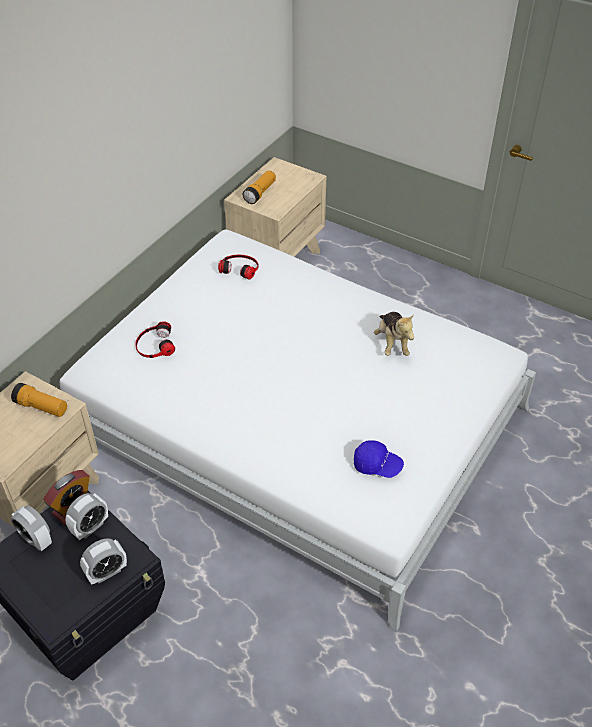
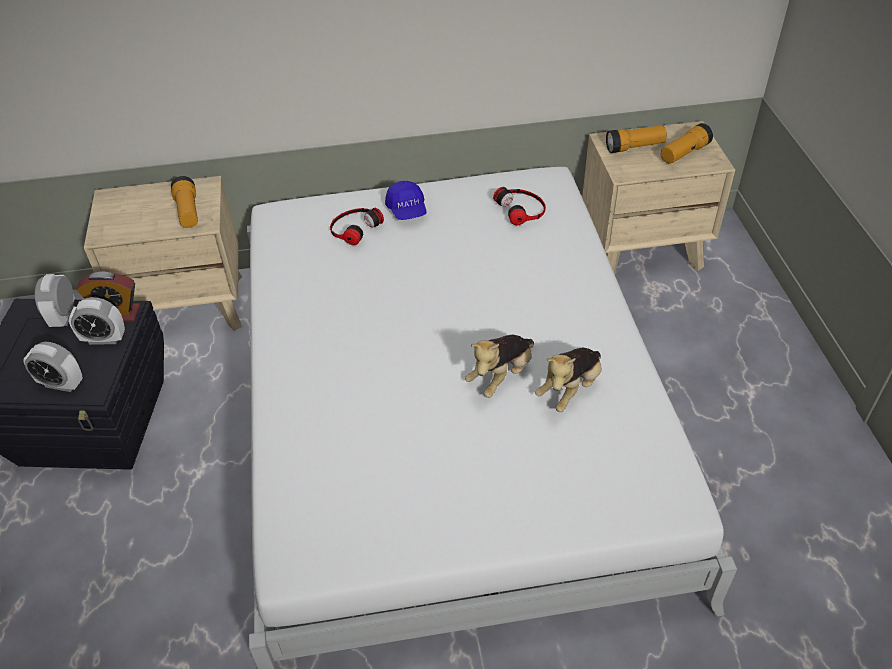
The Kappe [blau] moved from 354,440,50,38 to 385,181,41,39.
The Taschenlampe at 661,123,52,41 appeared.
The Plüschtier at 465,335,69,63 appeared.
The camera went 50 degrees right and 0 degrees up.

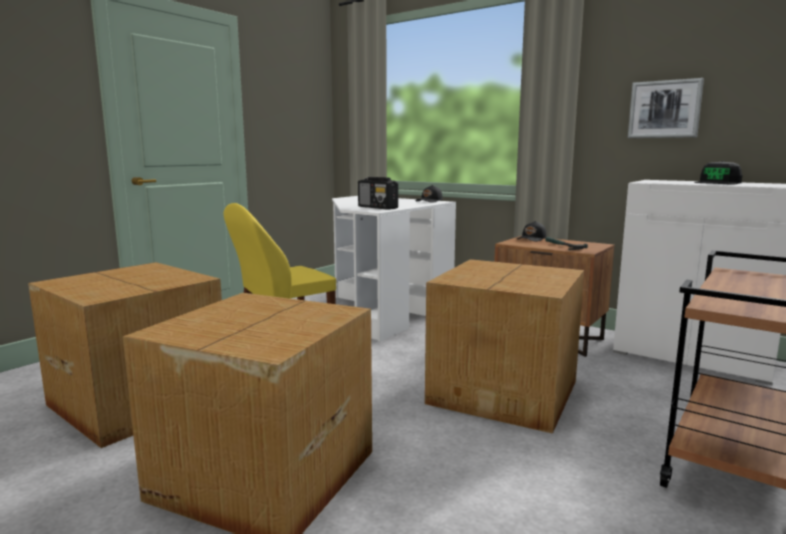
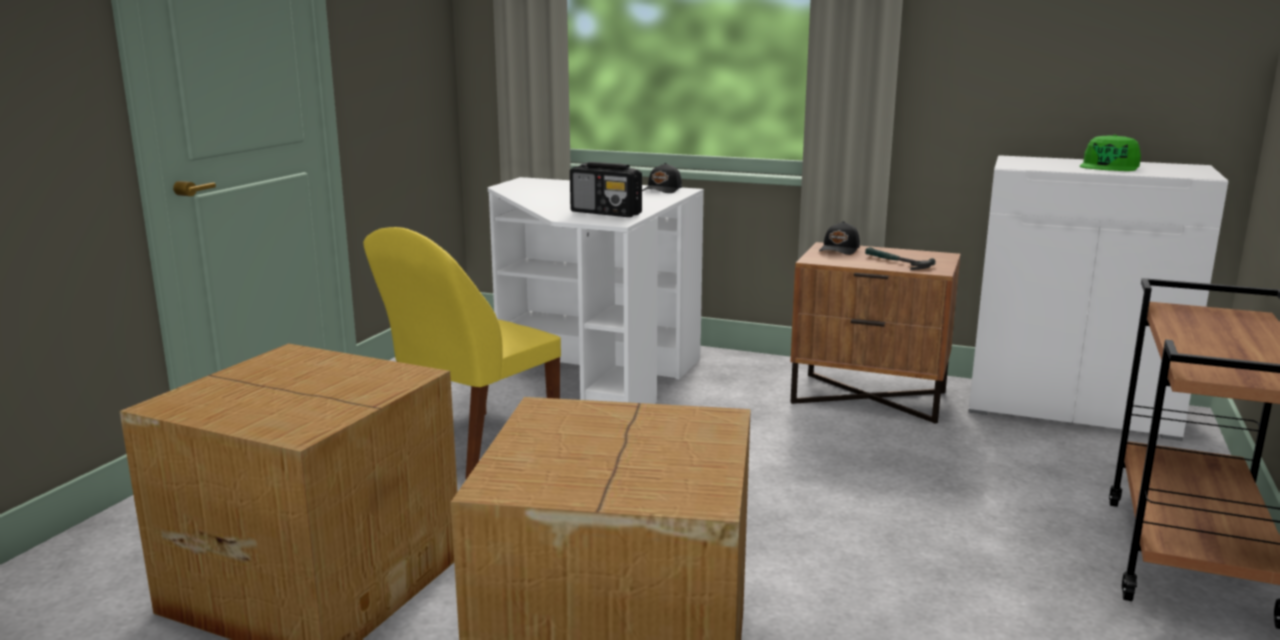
The Bild at 628,78,76,60 disappeared.
The Kappe [schwarz] at 695,161,47,24 became the Kappe [grün] at 1080,135,61,36.
The Karton at 425,259,159,175 disappeared.
The camera went 15 degrees left and 5 degrees up.

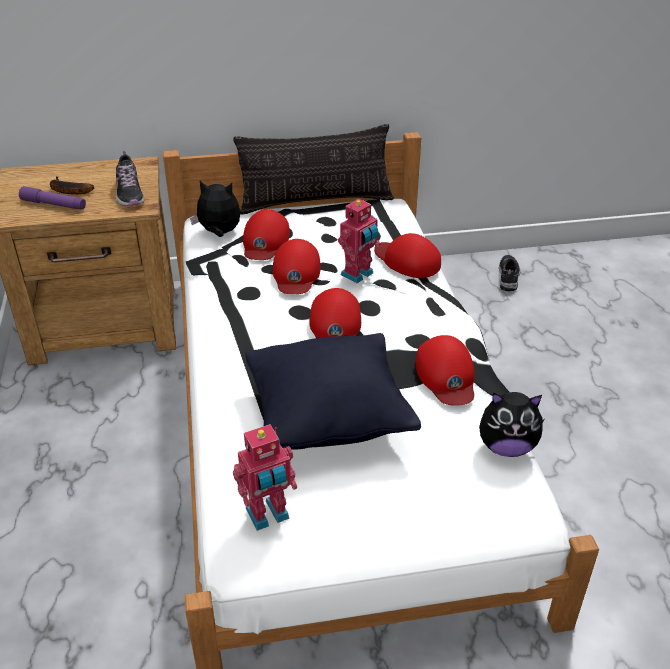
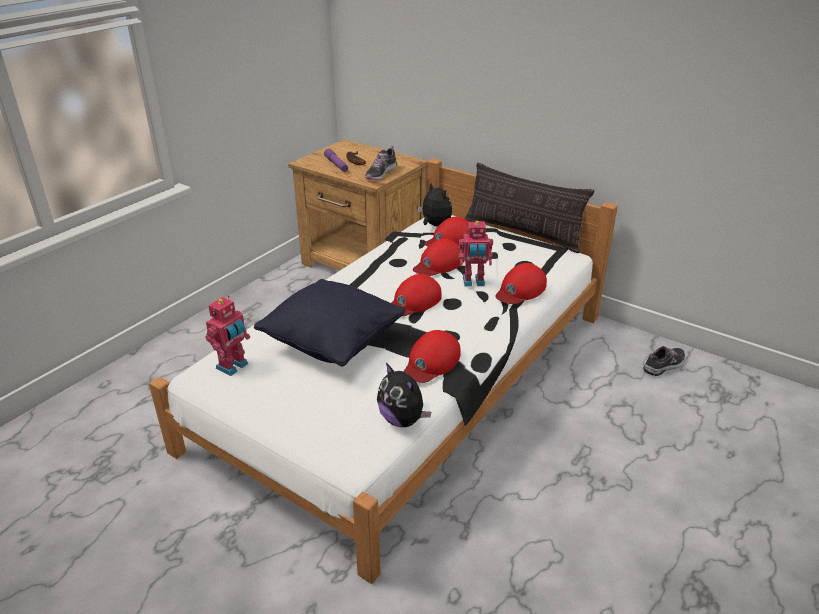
The Kappe [rot] at 374,233,67,45 turned 135 degrees counterclockwise.
The Spielzeugroboter at 233,424,64,107 turned 75 degrees counterclockwise.
The camera went 45 degrees right and 5 degrees down.

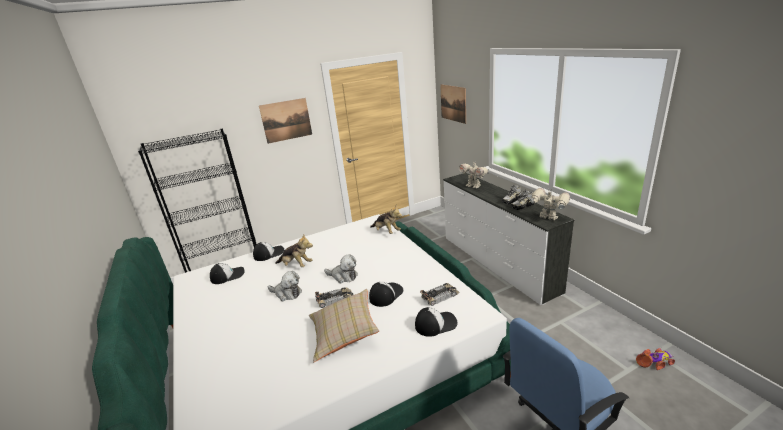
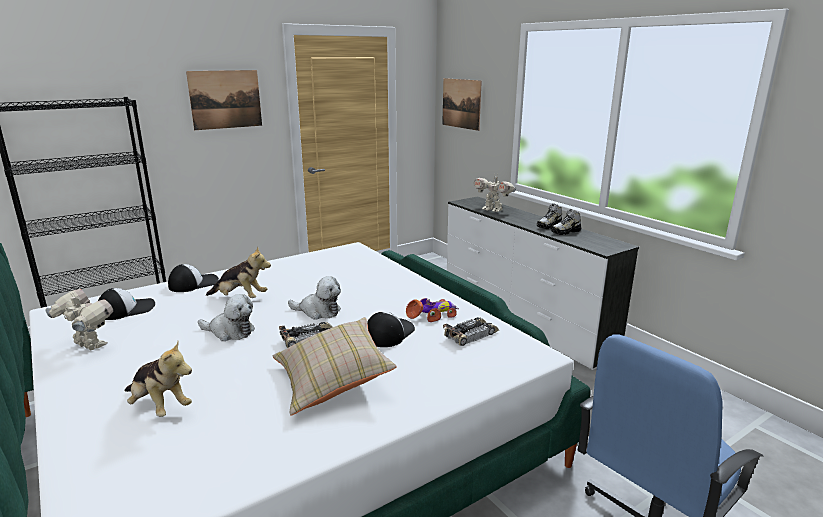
The Spielzeugroboter moved from 529,188,41,32 to 46,289,67,62.
The Plüschtier moved from 370,206,32,28 to 124,341,68,76.
The Kappe at 415,307,43,30 disappeared.
The Spielzeugauto moved from 636,348,39,22 to 406,298,53,24.
The camera went 10 degrees left and 5 degrees down.

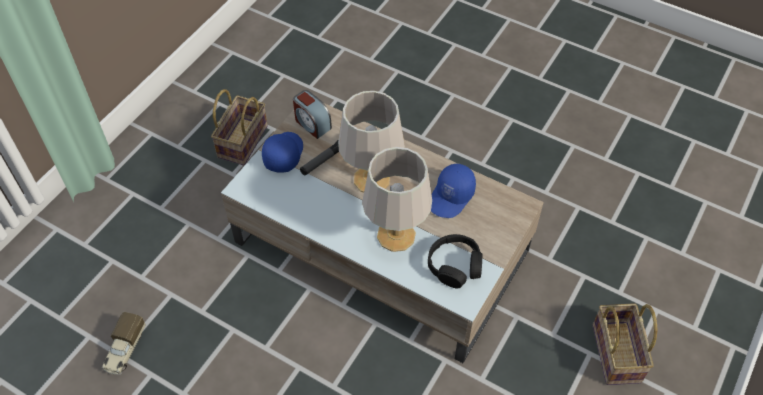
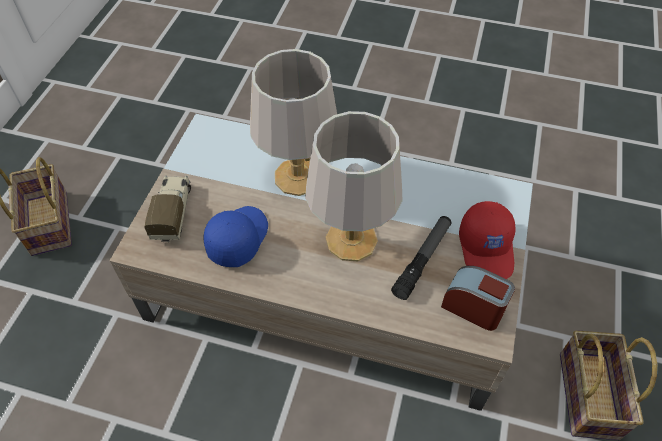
The Kappe [blau] at 262,132,41,41 became the Kappe [rot] at 459,201,57,78.
The Kopfhörer [schwarz] at 428,234,54,54 disappeared.
The Spielzeuglaster moved from 102,312,44,63 to 144,175,47,68.
The camera went 165 degrees right and 0 degrees up.

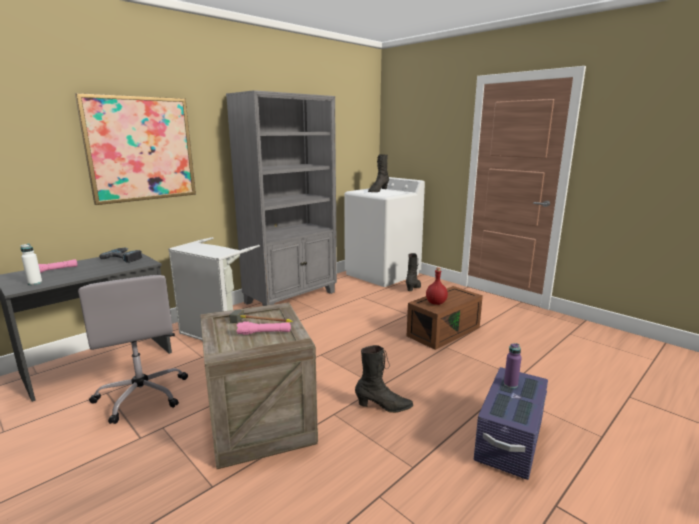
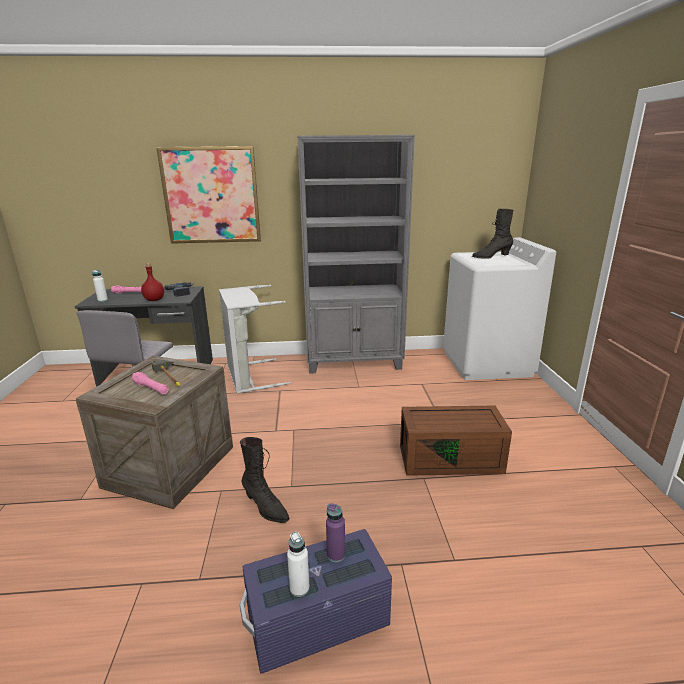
The Stiefel [schwarz] at 406,253,15,38 disappeared.
The Flasche [rot] moved from 426,267,22,38 to 141,263,23,38.
The Flasche [weiß] at 287,532,23,65 appeared.
The camera went 40 degrees right and 5 degrees up.

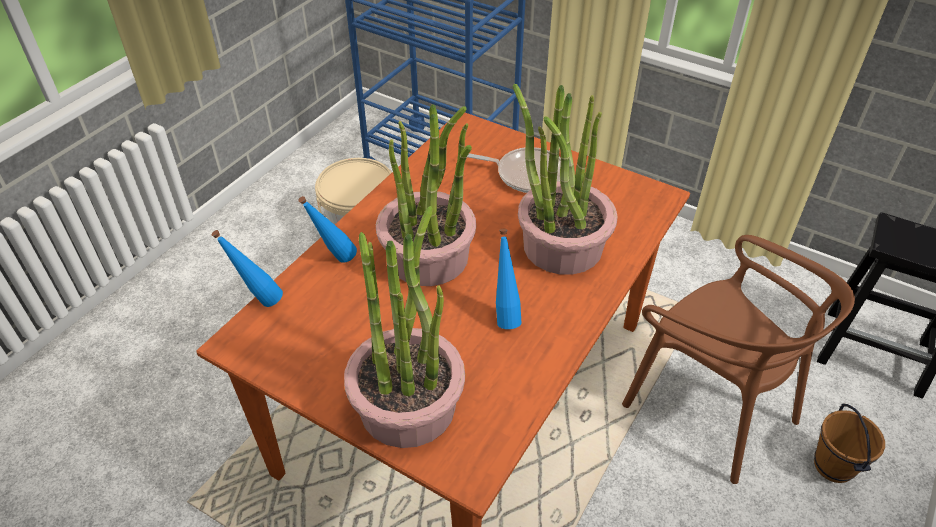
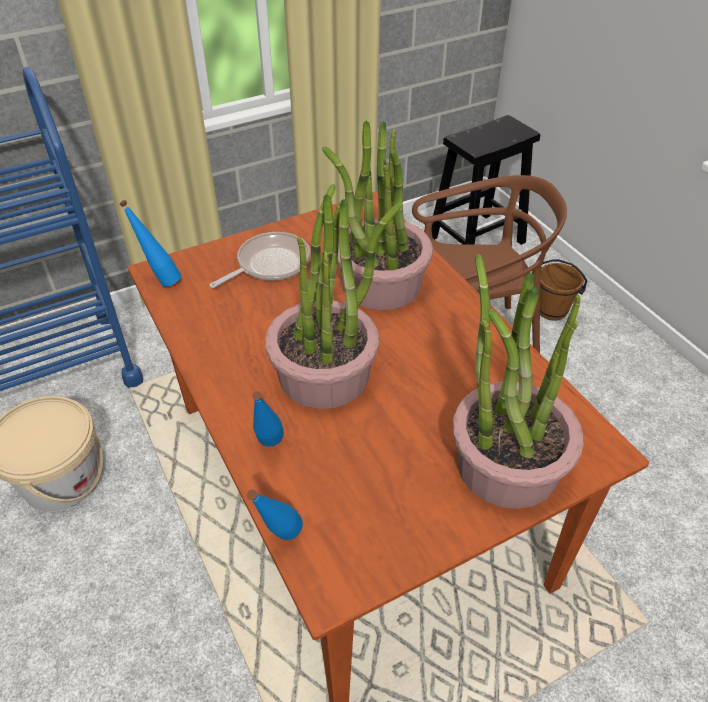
The Flasche [blau] moved from 496,229,26,100 to 119,200,63,87.
The camera went 60 degrees left and 0 degrees up.

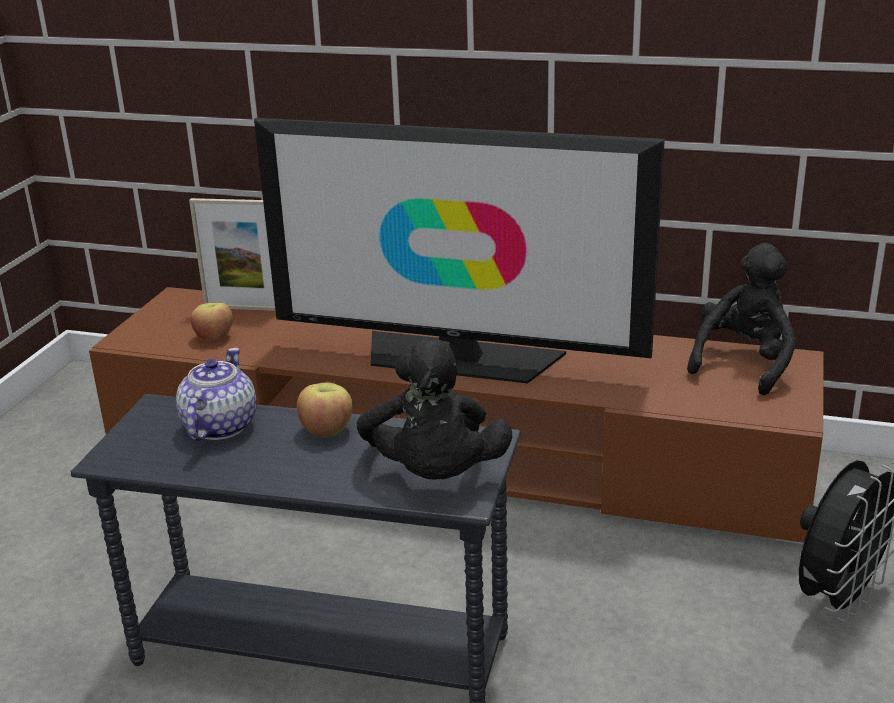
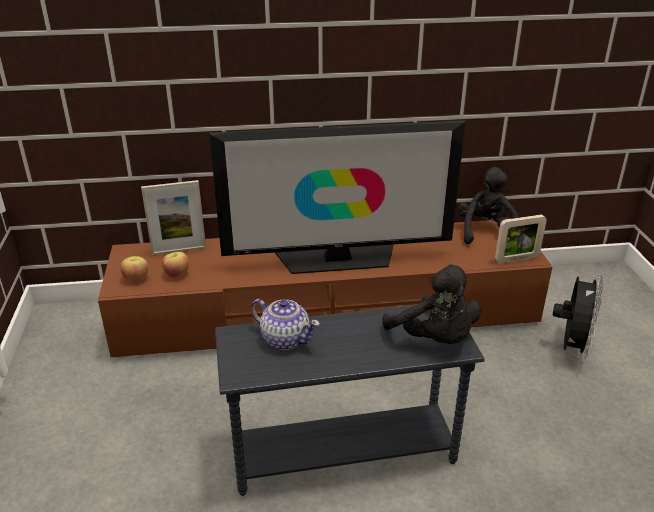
The Teekanne at 176,348,81,93 turned 135 degrees clockwise.
The Apfel moved from 297,383,56,54 to 120,256,29,26.
The Bilderrahmen at 495,215,52,49 appeared.
The camera went 25 degrees left and 5 degrees up.

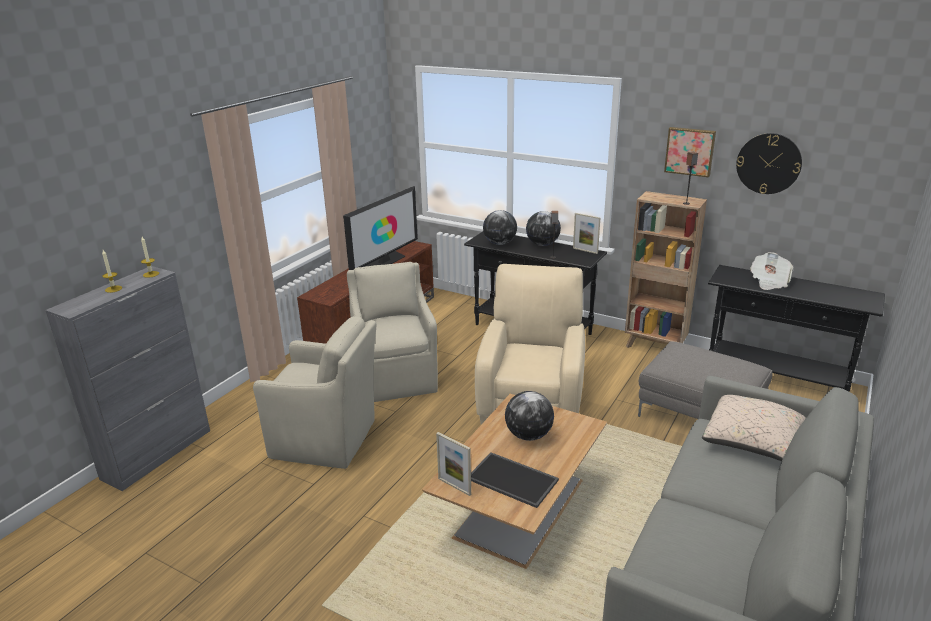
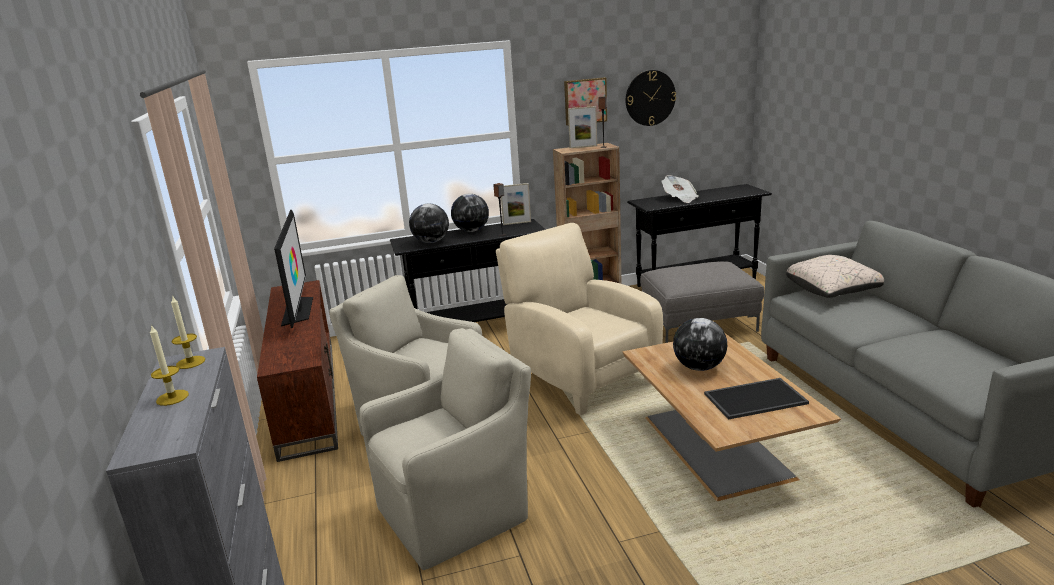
The Bilderrahmen moved from 436,432,35,64 to 568,106,29,42.
The camera went 45 degrees left and 5 degrees down.

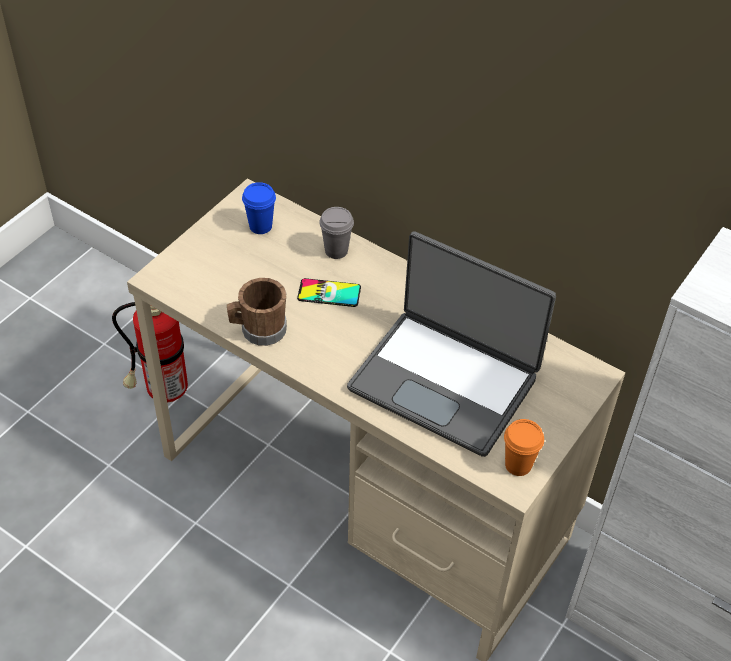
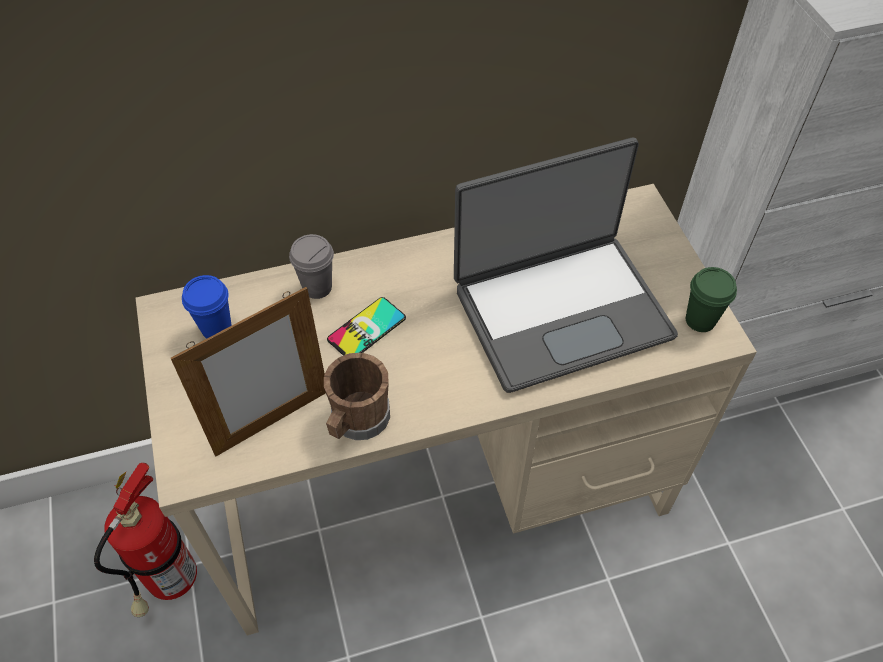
The Tasse [orange] at 504,419,40,57 became the Tasse [grün] at 686,267,51,65.
The Bilderrahmen at 171,287,155,170 appeared.
The camera went 50 degrees left and 5 degrees up.

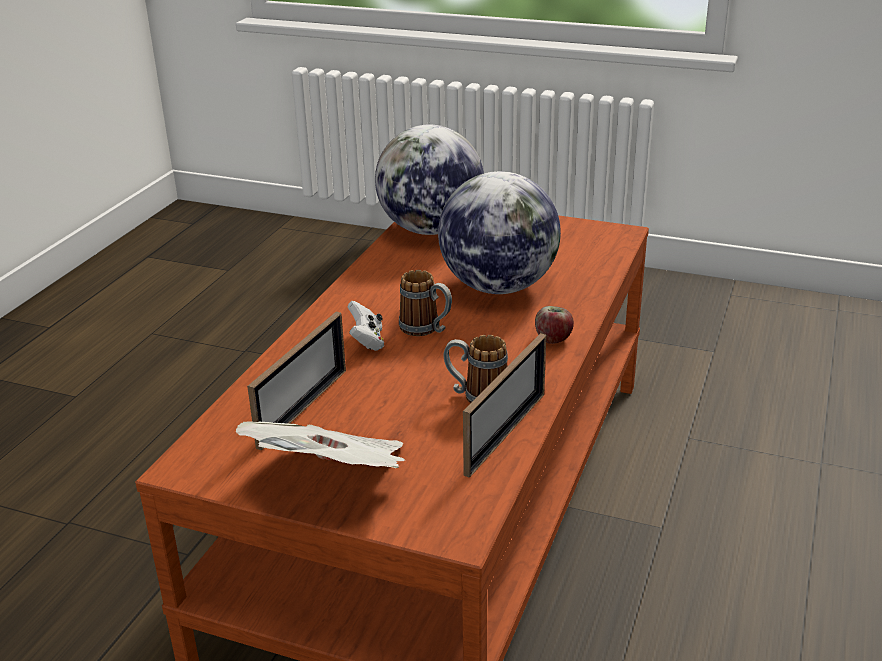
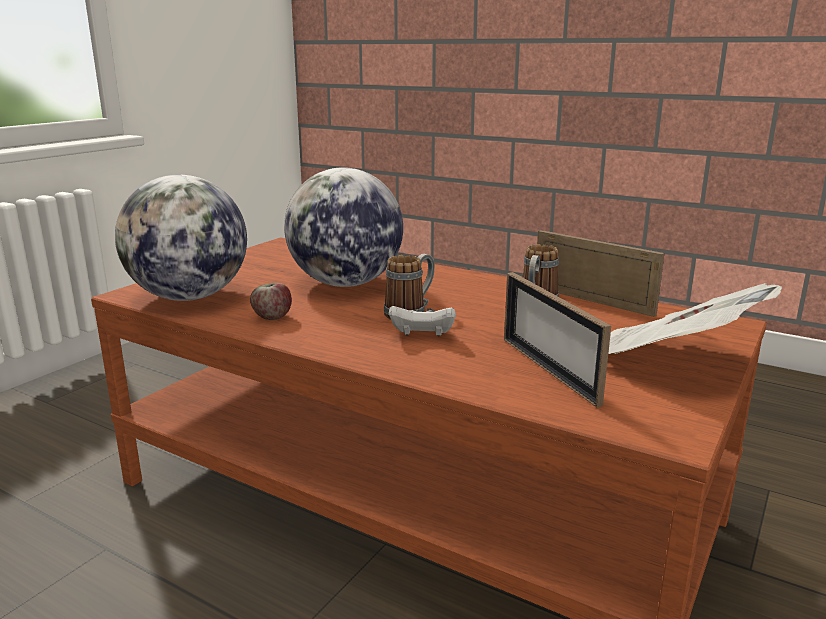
The Apfel moved from 535,306,39,38 to 250,283,42,37.
The Bilderrahmen at 247,312,99,138 turned 150 degrees counterclockwise.
The camera went 80 degrees left and 10 degrees down.

